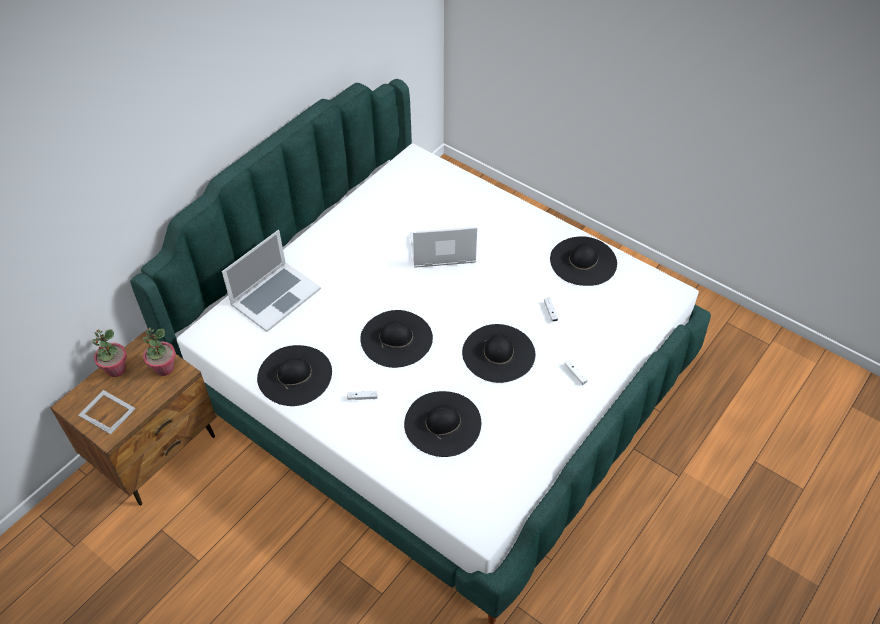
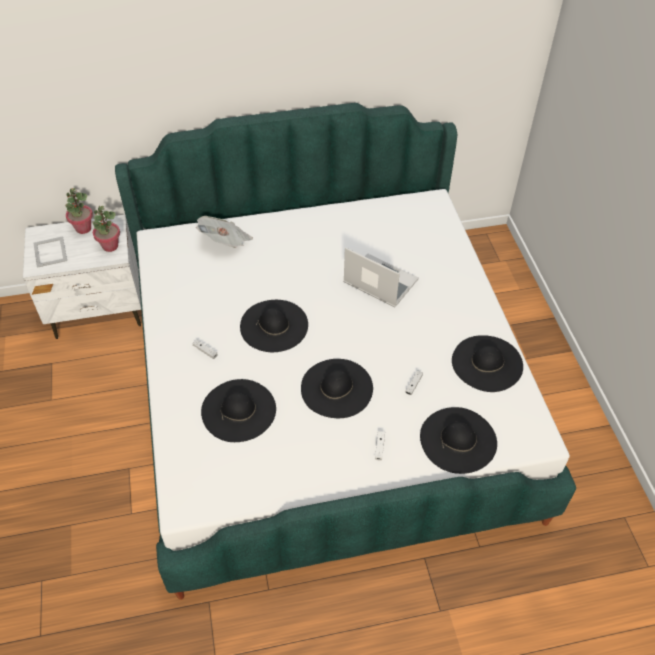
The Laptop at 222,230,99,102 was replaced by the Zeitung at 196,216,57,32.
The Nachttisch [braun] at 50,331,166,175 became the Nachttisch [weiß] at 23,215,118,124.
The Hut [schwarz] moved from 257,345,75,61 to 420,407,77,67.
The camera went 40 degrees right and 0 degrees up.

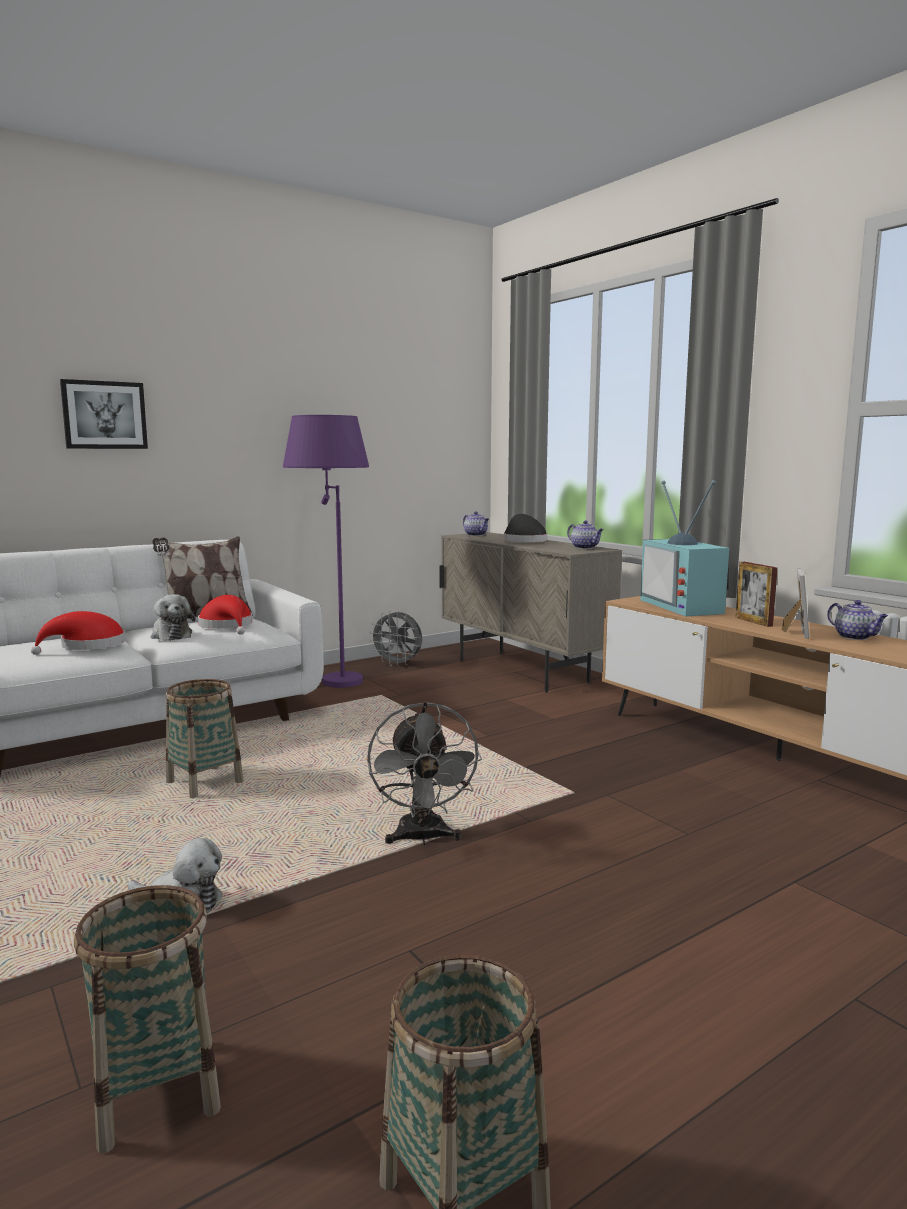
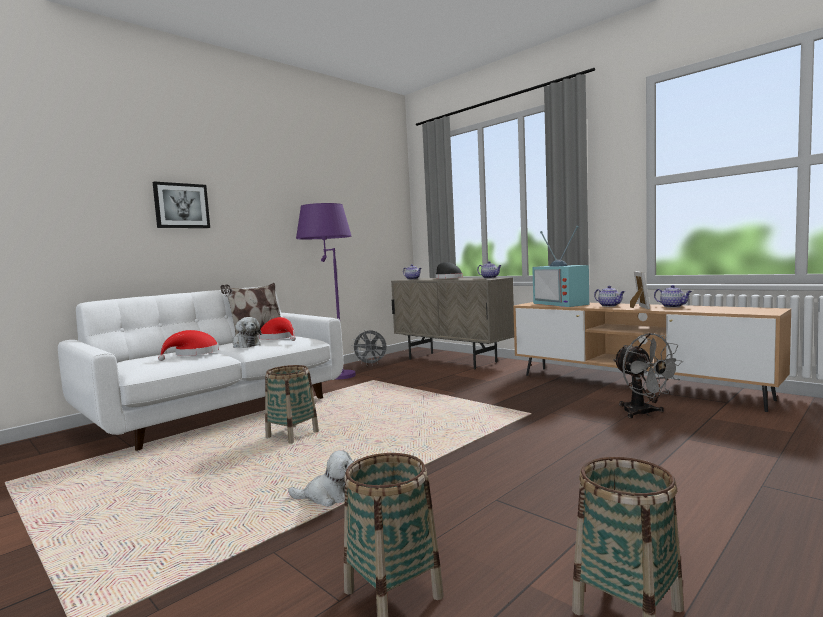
The Bilderrahmen at 736,562,42,65 was replaced by the Teekanne at 594,286,31,21.
The Ventilator [grau] moved from 367,702,115,143 to 613,333,70,86.
The camera went 10 degrees left and 5 degrees down.

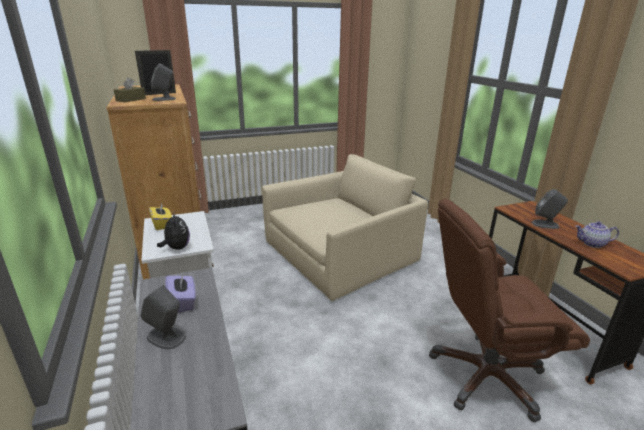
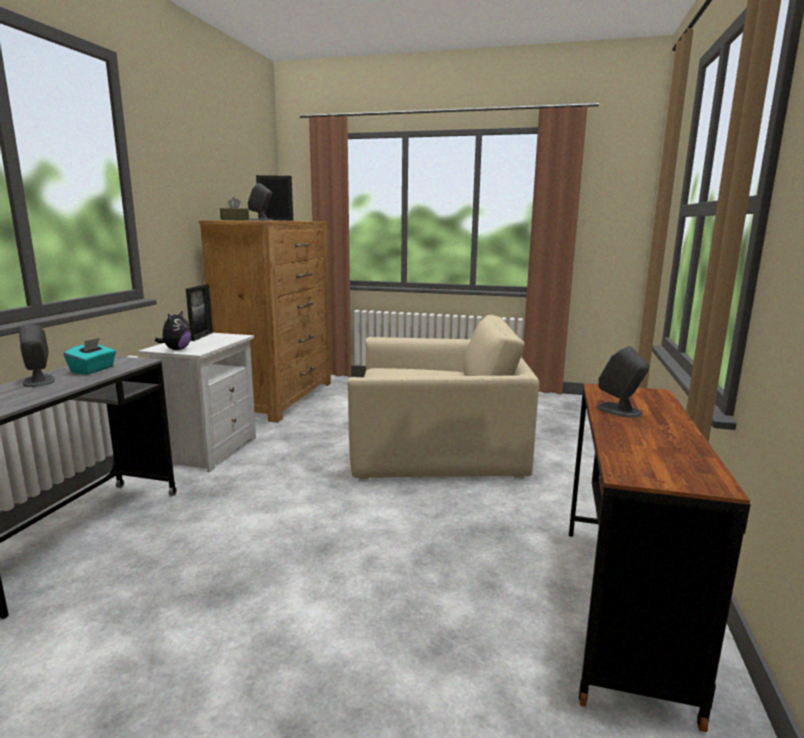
The Bürostuhl [braun] at 429,199,161,223 disappeared.
The Taschentuchbox [gelb] at 149,202,23,28 was replaced by the Bilderrahmen at 186,284,27,57.
The Teekanne at 575,221,44,27 disappeared.
The Taschentuchbox [lila] at 165,273,31,40 became the Taschentuchbox [türkis] at 64,338,52,36.
The camera went 35 degrees right and 10 degrees down.

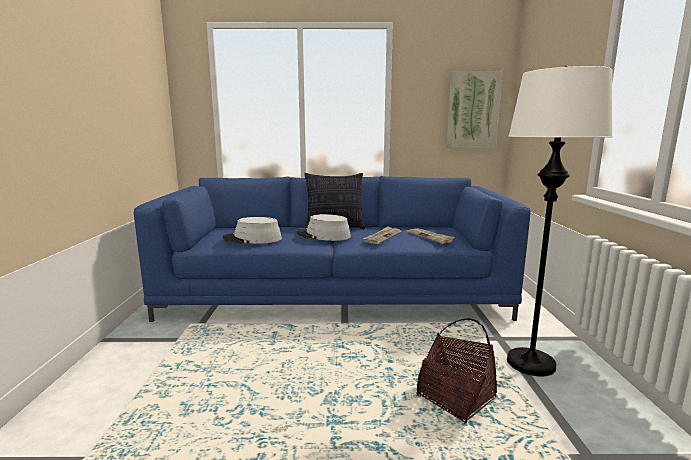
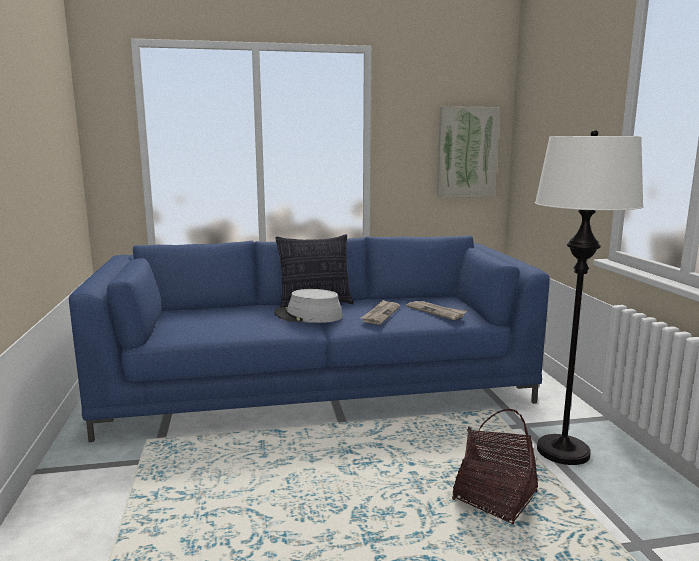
The Hut [grau] at 222,217,60,27 disappeared.
The camera went 10 degrees left and 0 degrees up.

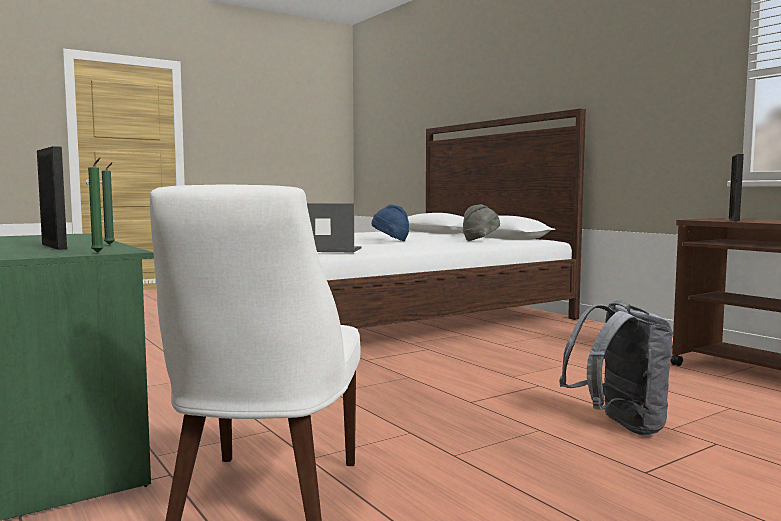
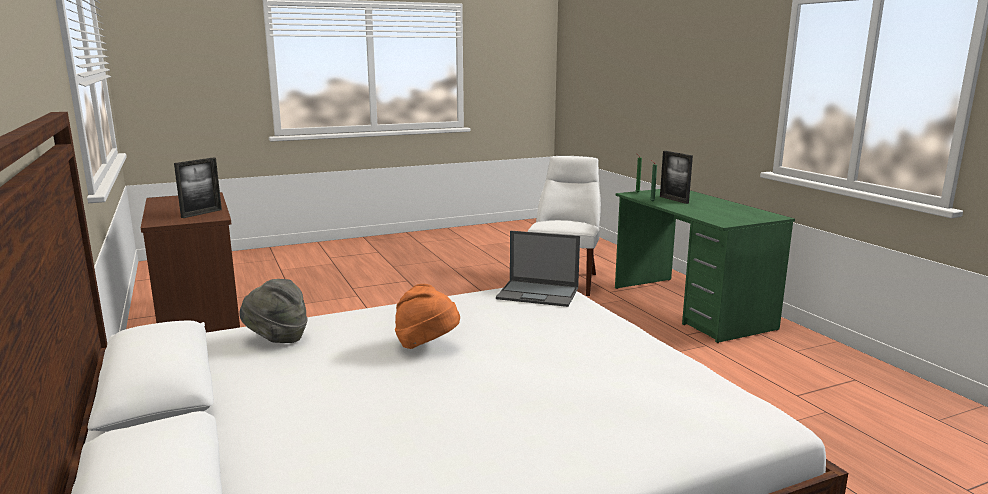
The Hut [blau] at 372,204,37,37 became the Hut [orange] at 395,284,65,65.
The Rucksack [grau] at 559,300,114,136 disappeared.
The camera went 170 degrees left and 10 degrees up.

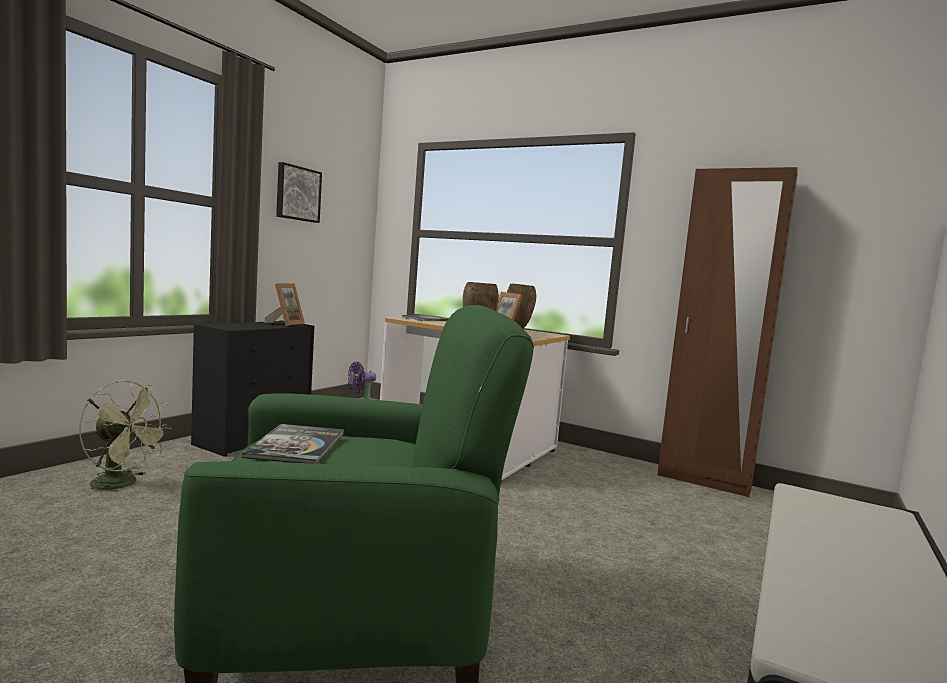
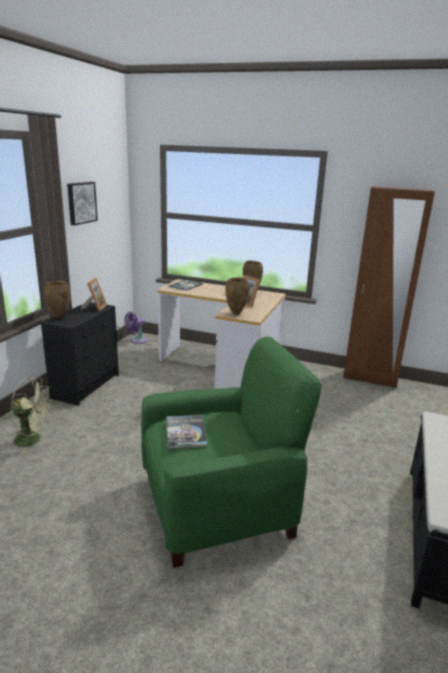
The Vase [braun] at 44,281,26,38 appeared.
The camera went 10 degrees left and 15 degrees up.

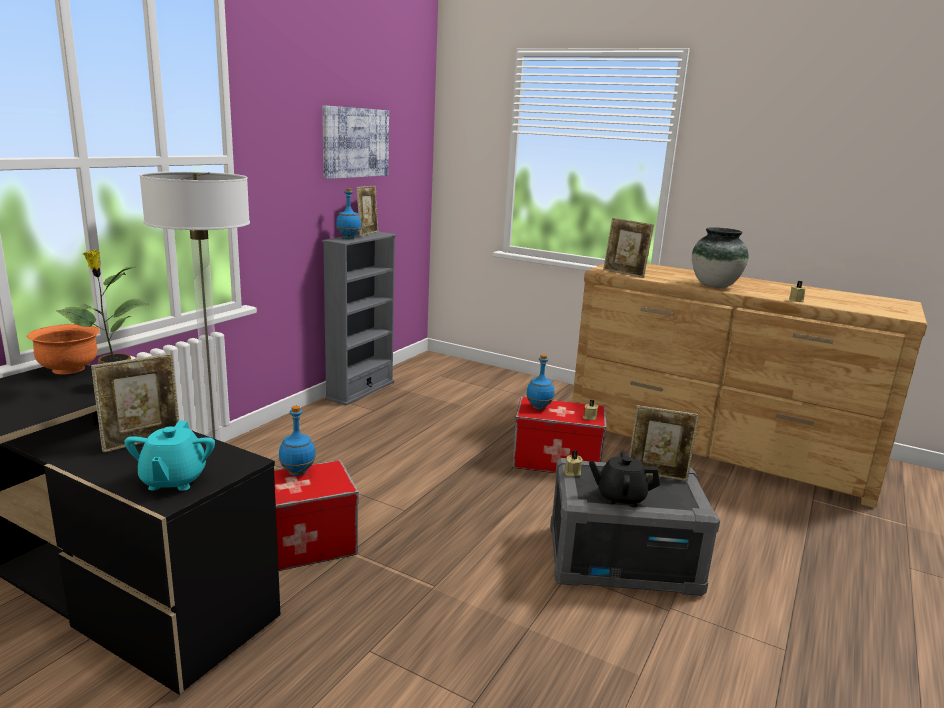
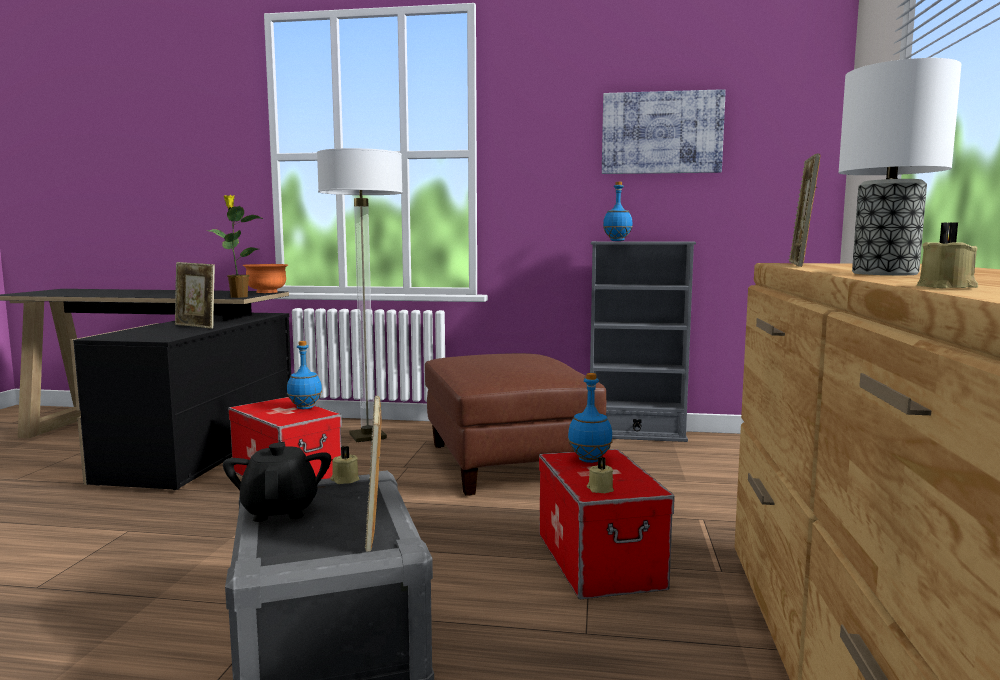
The Bilderrahmen at 356,186,22,50 disappeared.
The Vase at 692,227,57,61 was replaced by the Tischlampe at 839,58,122,217.
The Teekanne [türkis] at 124,421,91,70 disappeared.
The Polsterhocker [braun] at 425,353,181,143 appeared.
The camera went 70 degrees right and 10 degrees down.

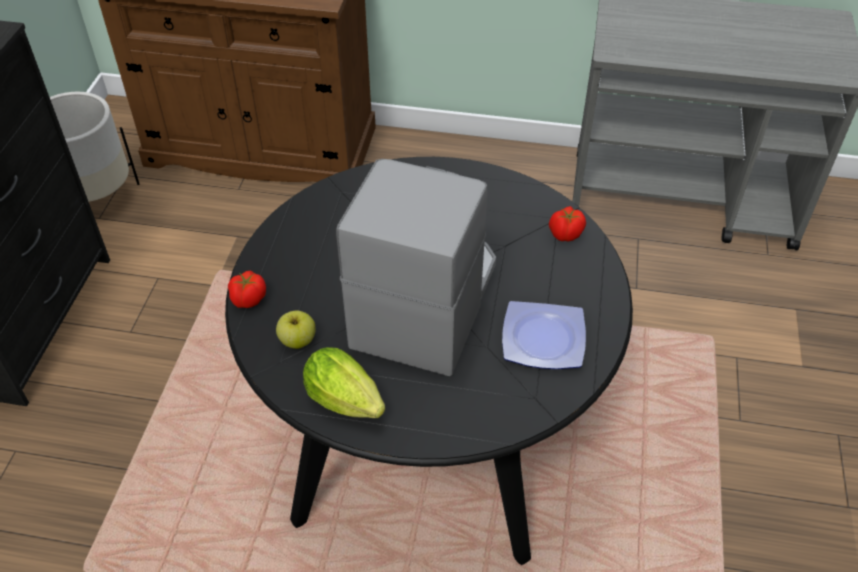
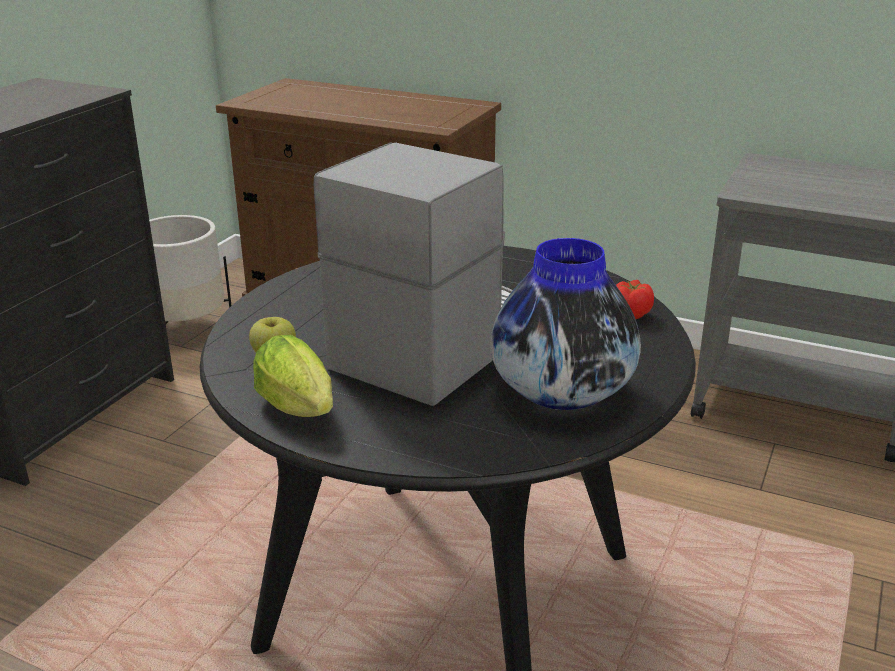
The Tomate at 228,271,38,37 disappeared.
The Teller at 502,301,84,68 was replaced by the Vase at 490,238,151,172.
The camera went 15 degrees right and 20 degrees down.

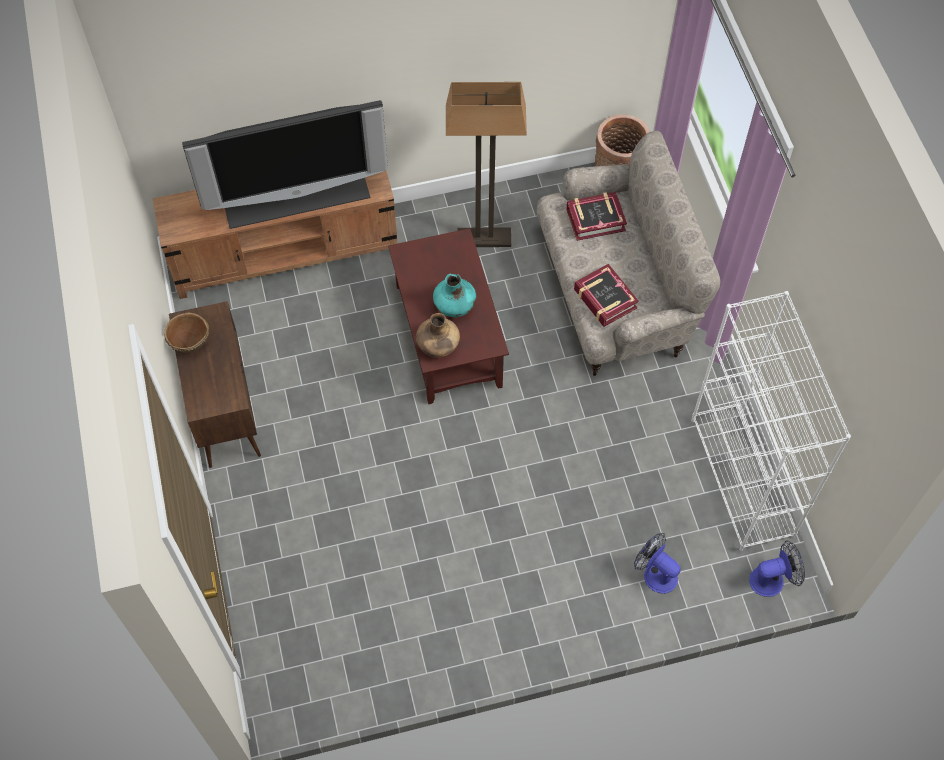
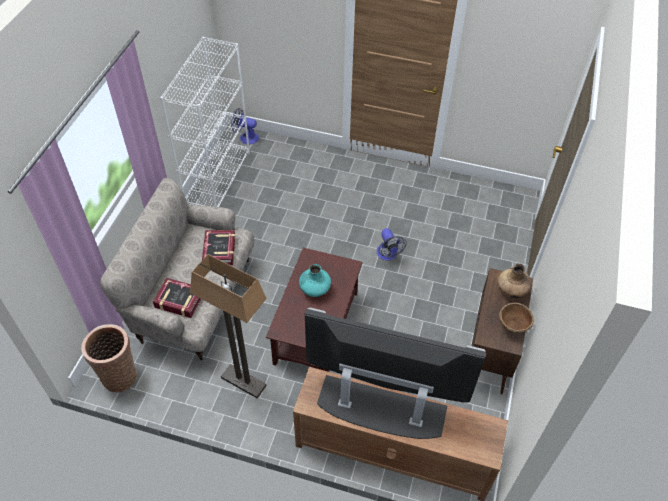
The Vase [braun] moved from 416,313,44,44 to 497,263,35,35.
The Ventilator moved from 634,533,47,61 to 377,228,30,32.
The camera went 150 degrees left and 10 degrees down.

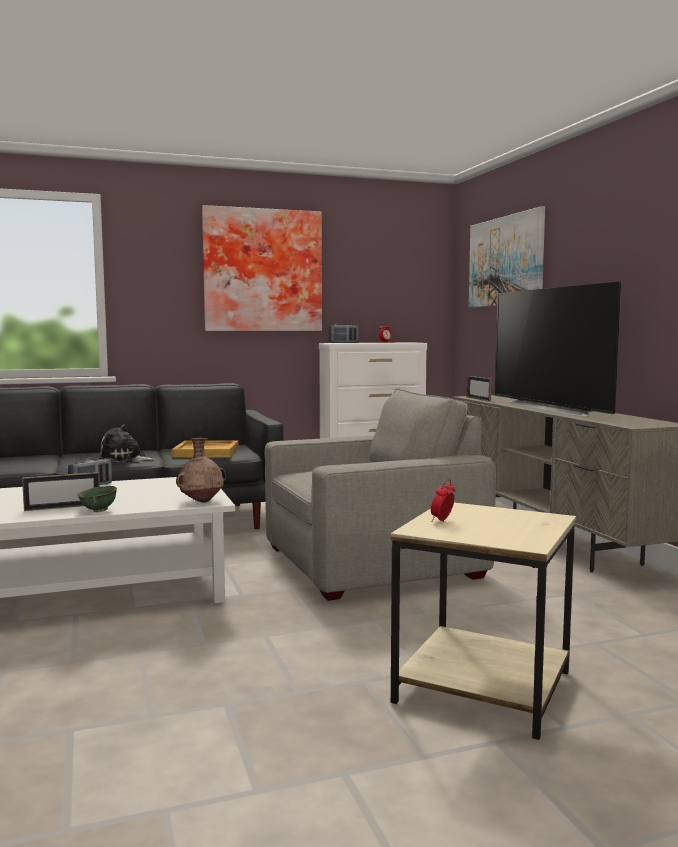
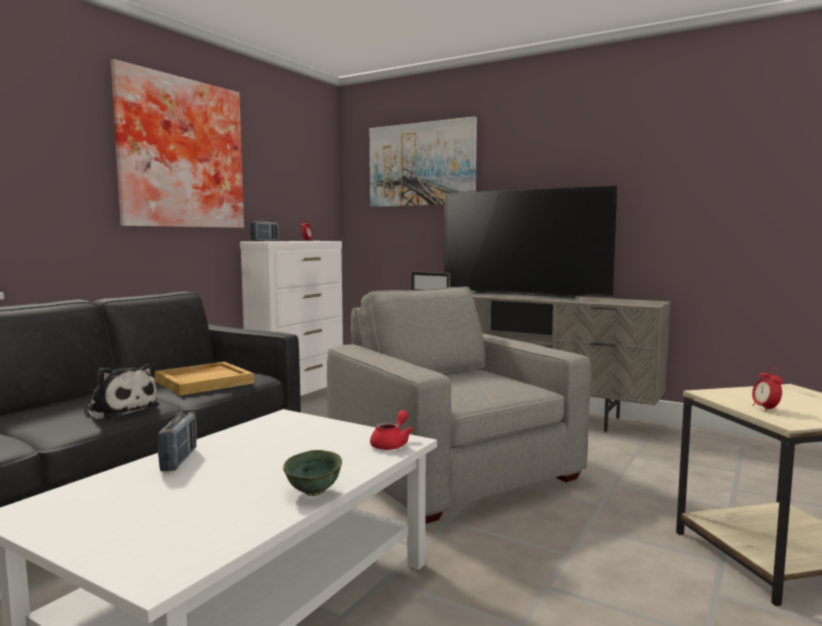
The Sessel [grau] at 265,389,231,212 turned 60 degrees counterclockwise.
The Plüschtier at 99,424,56,39 turned 120 degrees counterclockwise.
The Vase [braun] at 176,438,50,65 was replaced by the Teekanne [rot] at 370,410,43,40.
The Bilderrahmen at 22,472,78,39 disappeared.
The camera went 40 degrees left and 0 degrees up.

